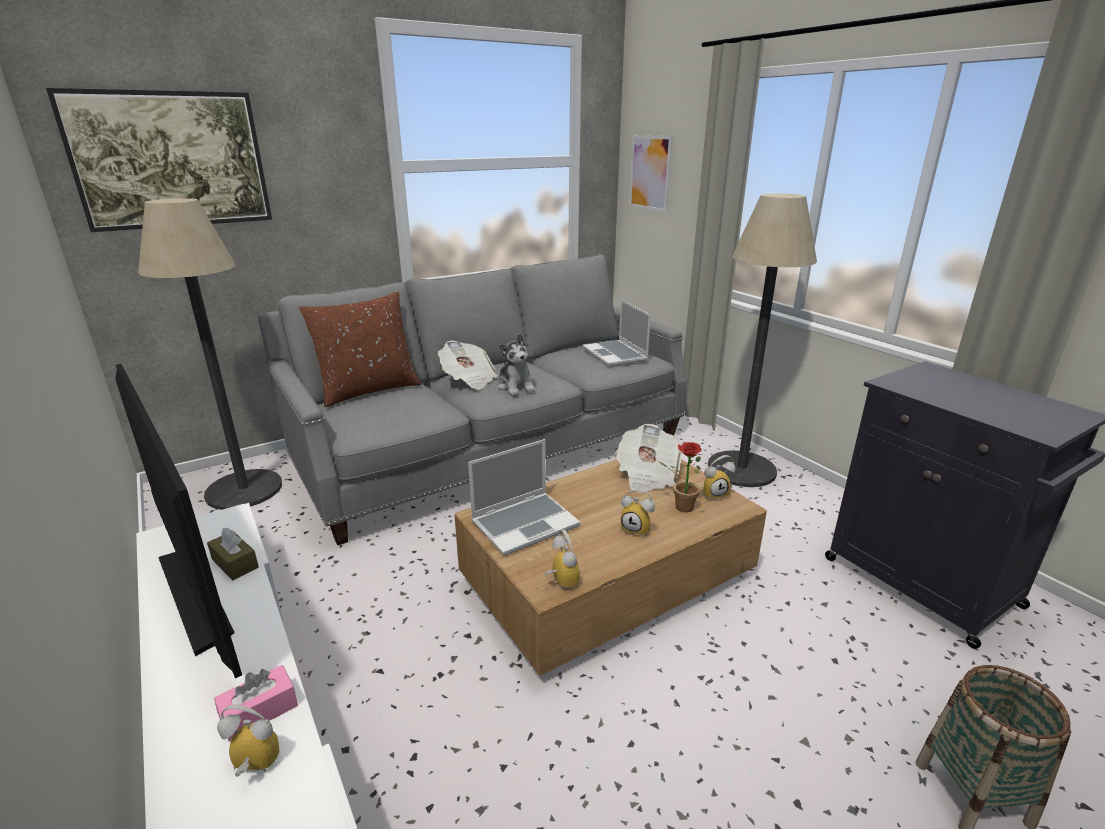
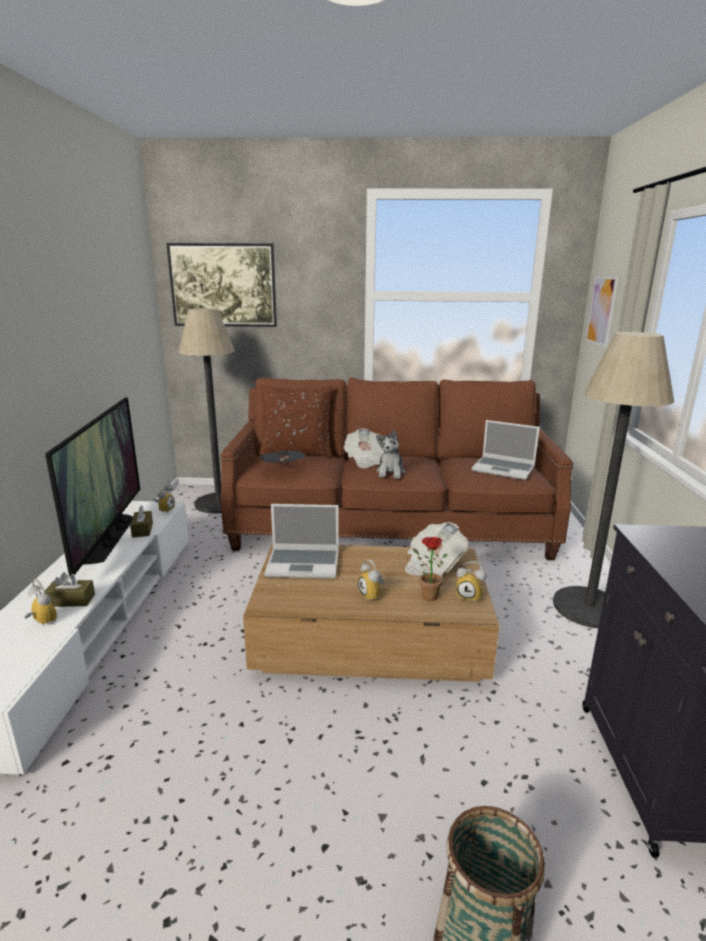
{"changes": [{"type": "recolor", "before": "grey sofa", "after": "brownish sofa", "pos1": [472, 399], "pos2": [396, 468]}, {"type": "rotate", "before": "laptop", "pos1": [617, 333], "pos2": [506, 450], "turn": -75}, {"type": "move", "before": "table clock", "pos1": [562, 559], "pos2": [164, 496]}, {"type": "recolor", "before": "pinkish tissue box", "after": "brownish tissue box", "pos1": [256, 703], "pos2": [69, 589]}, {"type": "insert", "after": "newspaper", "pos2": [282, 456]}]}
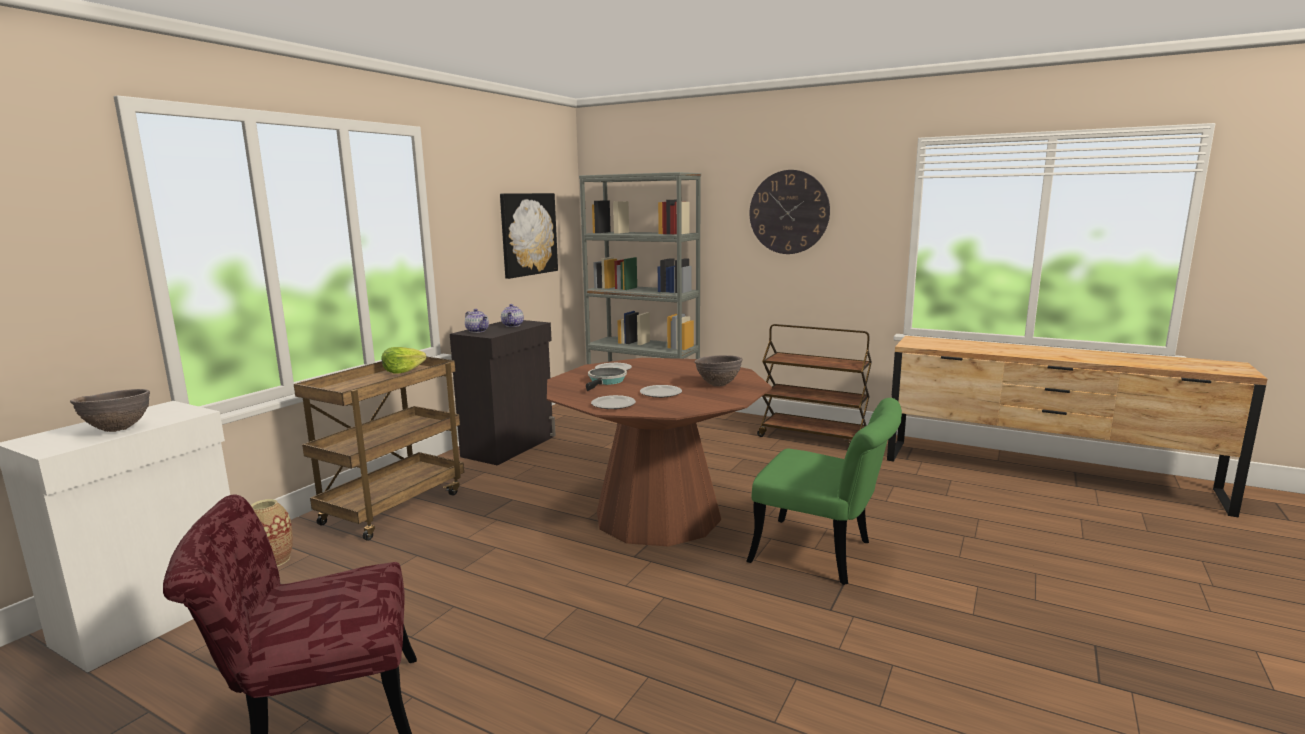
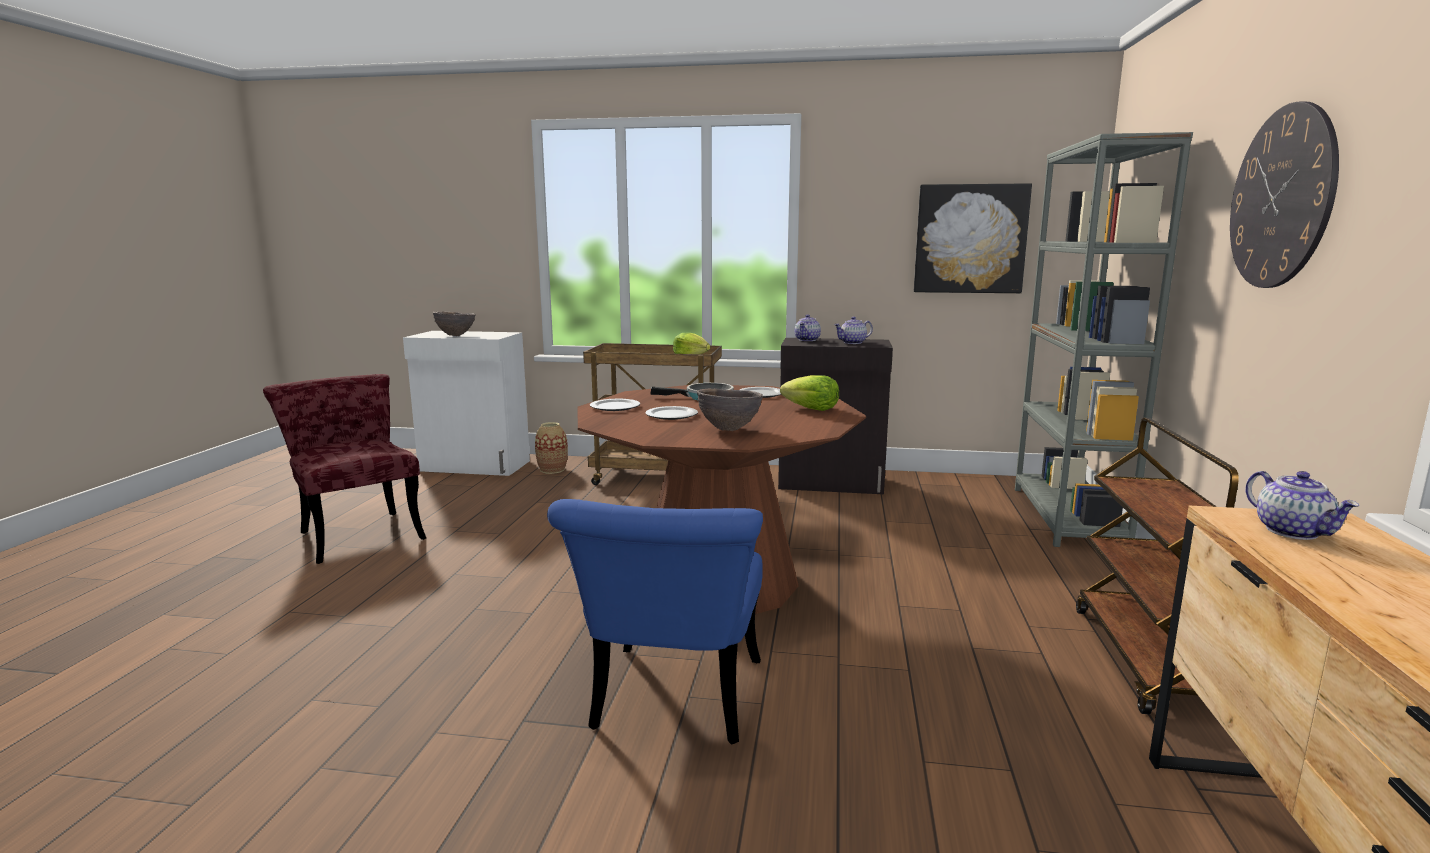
{"changes": [{"type": "recolor", "before": "greenish chair", "after": "bluish chair", "pos1": [824, 491], "pos2": [655, 622]}, {"type": "insert", "after": "lettuce head", "pos2": [809, 393]}, {"type": "insert", "after": "tea pot", "pos2": [1302, 505]}]}
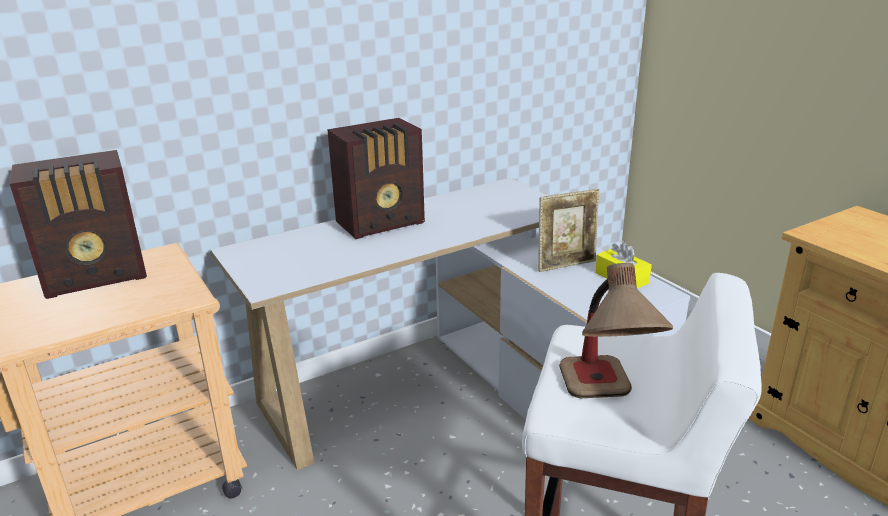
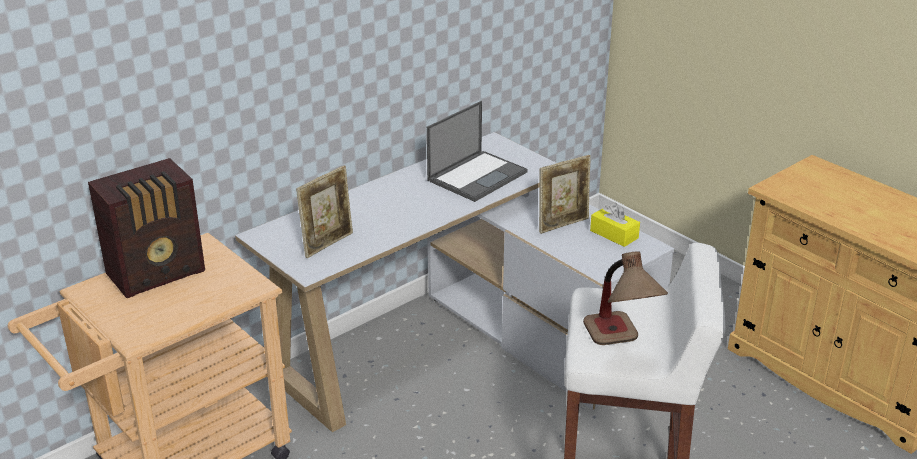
{"changes": [{"type": "delete", "before": "radio receiver", "pos1": [376, 178]}, {"type": "insert", "after": "laptop", "pos2": [477, 151]}, {"type": "insert", "after": "picture frame", "pos2": [324, 212]}]}
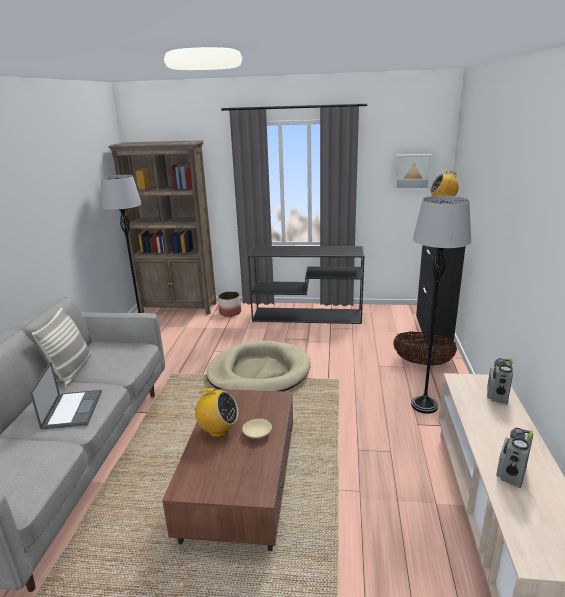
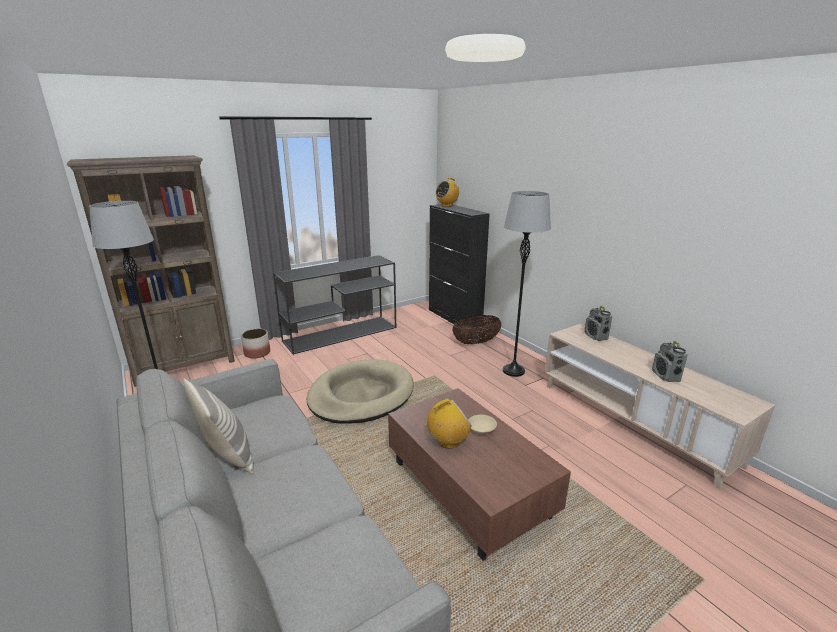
{"changes": [{"type": "delete", "before": "wall art", "pos1": [413, 172]}, {"type": "delete", "before": "laptop", "pos1": [66, 396]}]}
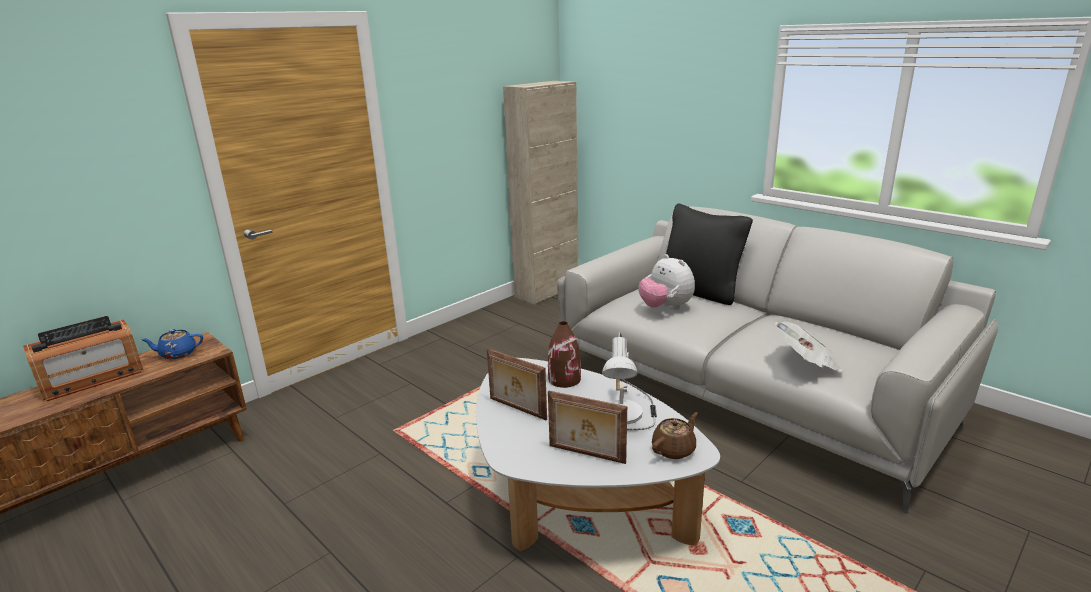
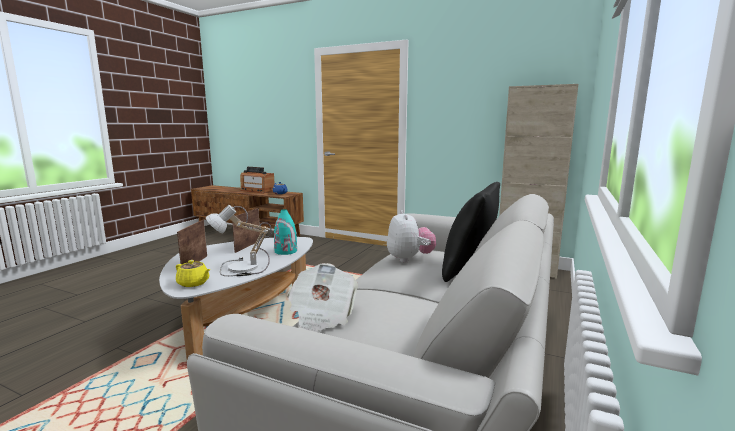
{"changes": [{"type": "rotate", "before": "soft toy", "pos1": [666, 282], "pos2": [411, 236], "turn": 135}, {"type": "recolor", "before": "brownish decorative vase", "after": "turquoise-coloured decorative vase", "pos1": [564, 355], "pos2": [285, 232]}, {"type": "recolor", "before": "brownish tea pot", "after": "yellowish tea pot", "pos1": [675, 435], "pos2": [193, 273]}]}
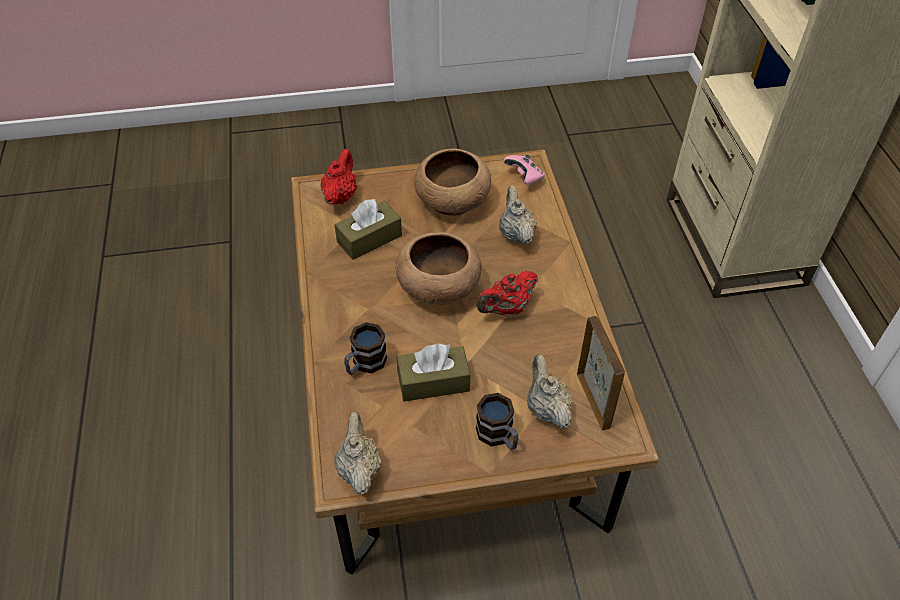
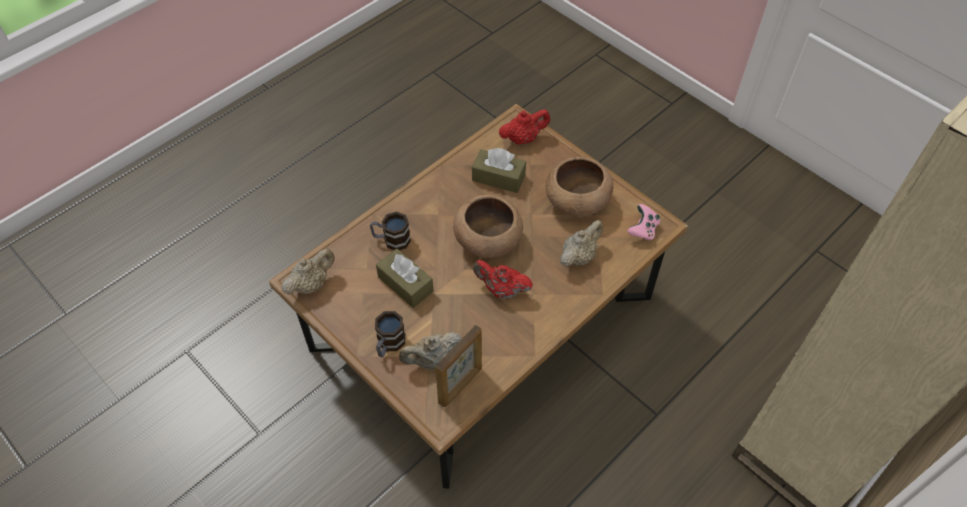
{"changes": [{"type": "rotate", "before": "beige tea pot", "pos1": [549, 391], "pos2": [430, 350], "turn": -150}]}
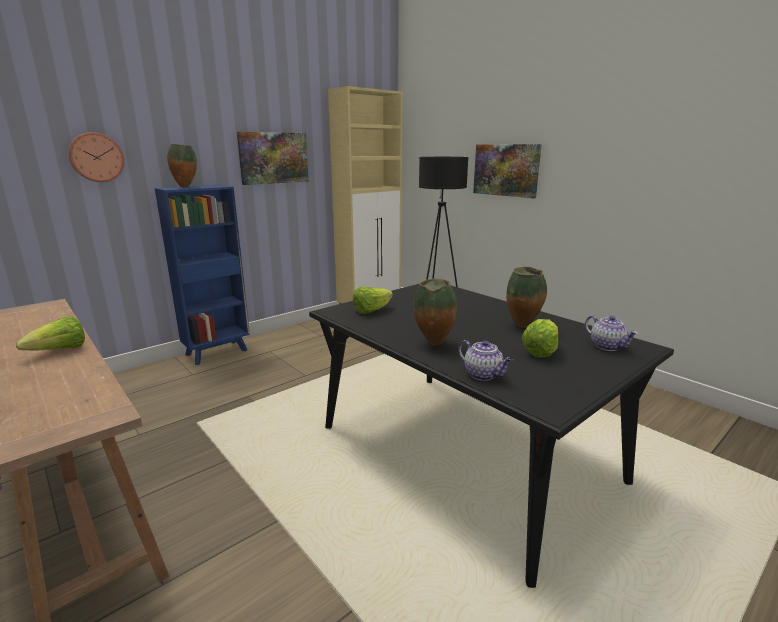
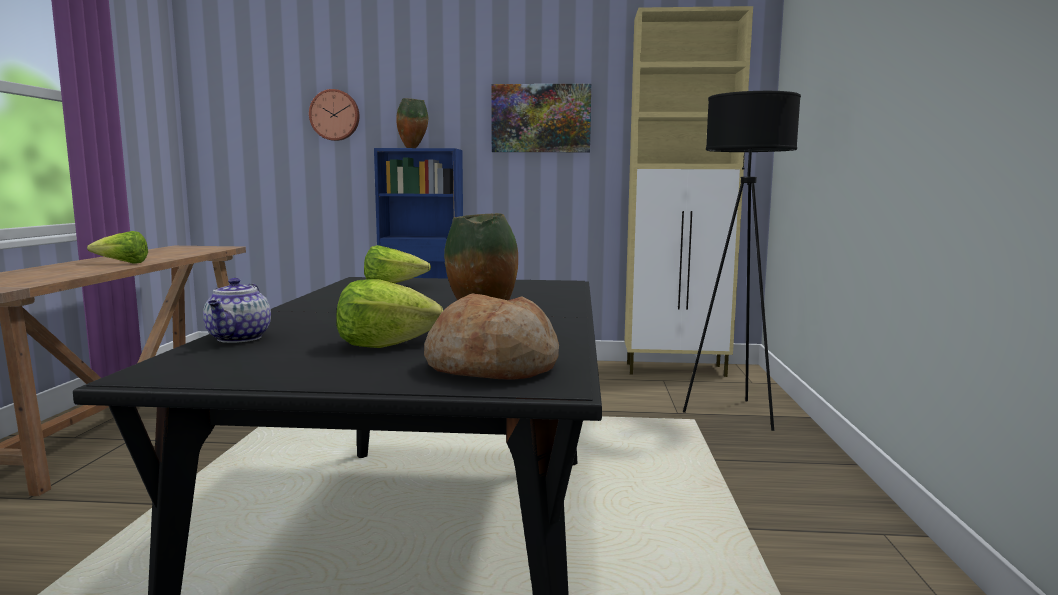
{"changes": [{"type": "delete", "before": "wall art", "pos1": [507, 171]}, {"type": "delete", "before": "decorative vase", "pos1": [435, 312]}, {"type": "replace", "before": "tea pot", "after": "bread", "pos1": [611, 333], "pos2": [491, 336]}]}
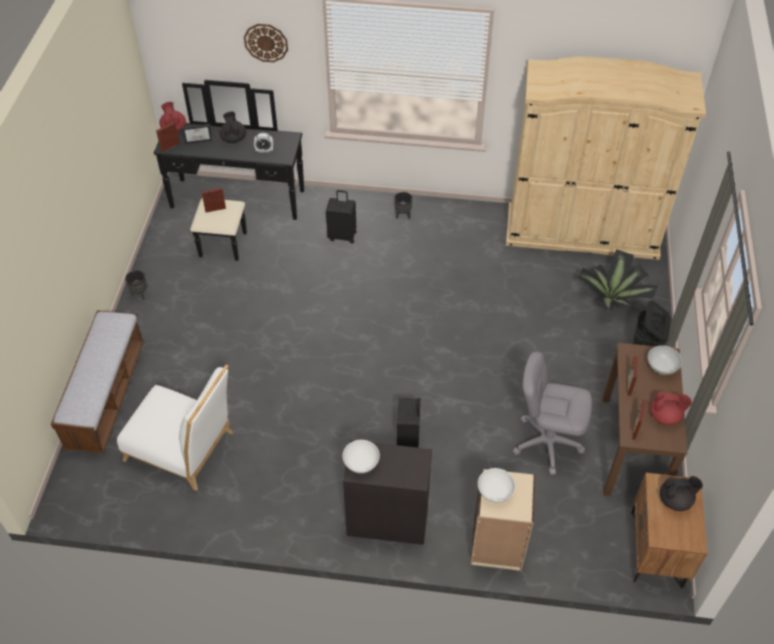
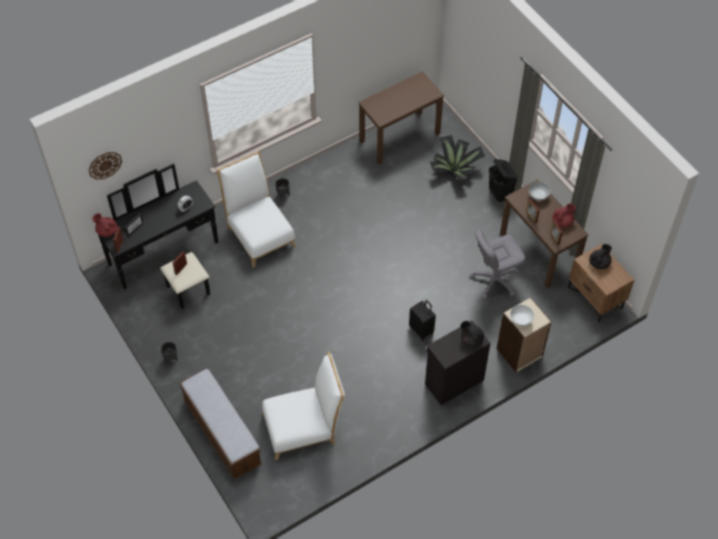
{"changes": [{"type": "move", "before": "hanging clock", "pos1": [266, 43], "pos2": [105, 166]}, {"type": "replace", "before": "beige clothes cupboard", "after": "brownish desk unit", "pos1": [606, 158], "pos2": [401, 118]}, {"type": "move", "before": "black tea pot", "pos1": [232, 127], "pos2": [472, 334]}, {"type": "replace", "before": "black suitcase", "after": "white-coloured chair", "pos1": [341, 217], "pos2": [256, 209]}, {"type": "delete", "before": "white-coloured serving bowl", "pos1": [361, 456]}]}
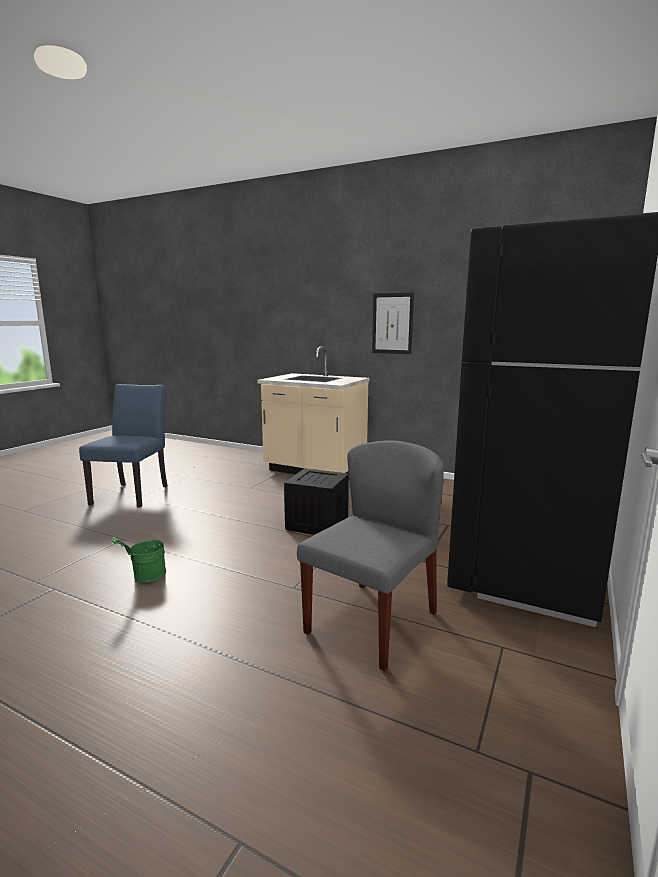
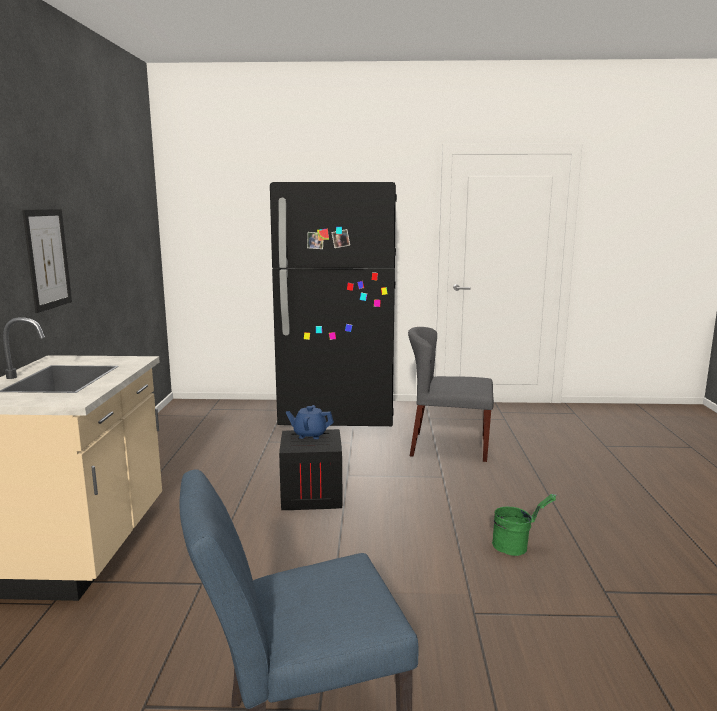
{"changes": [{"type": "insert", "after": "bluish tea pot", "pos2": [310, 422]}]}
